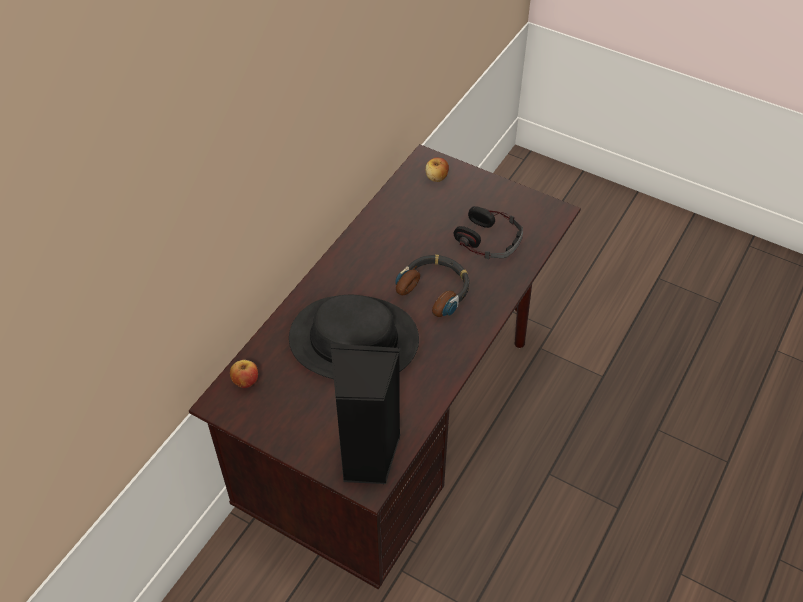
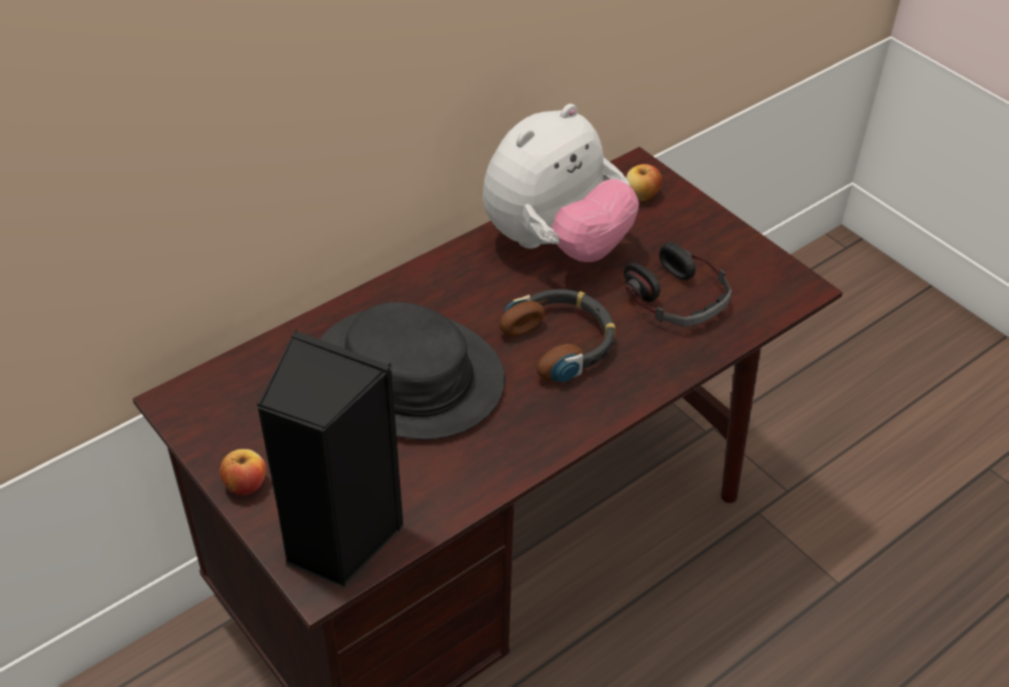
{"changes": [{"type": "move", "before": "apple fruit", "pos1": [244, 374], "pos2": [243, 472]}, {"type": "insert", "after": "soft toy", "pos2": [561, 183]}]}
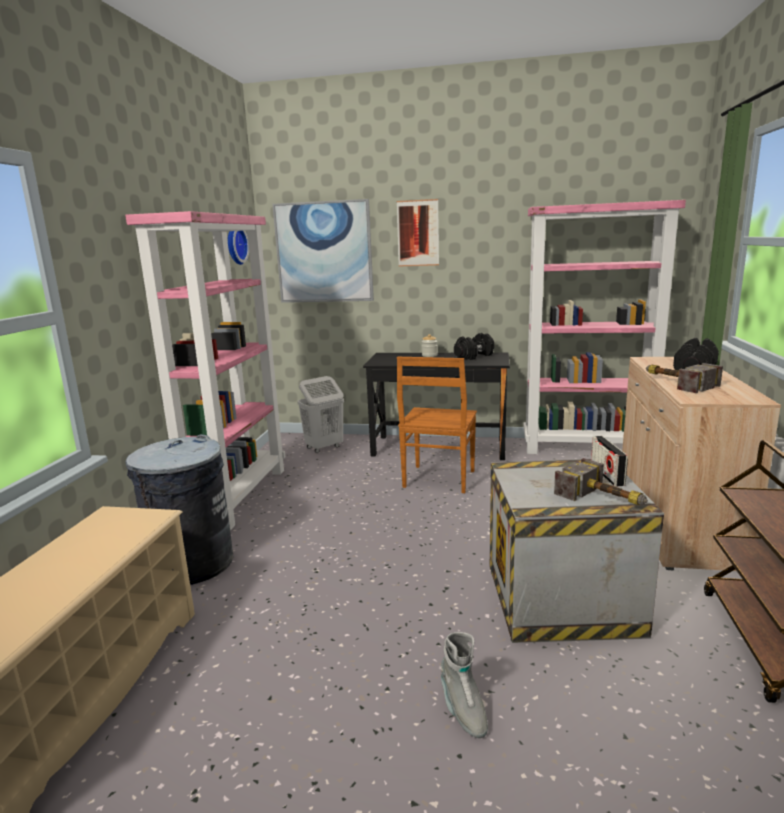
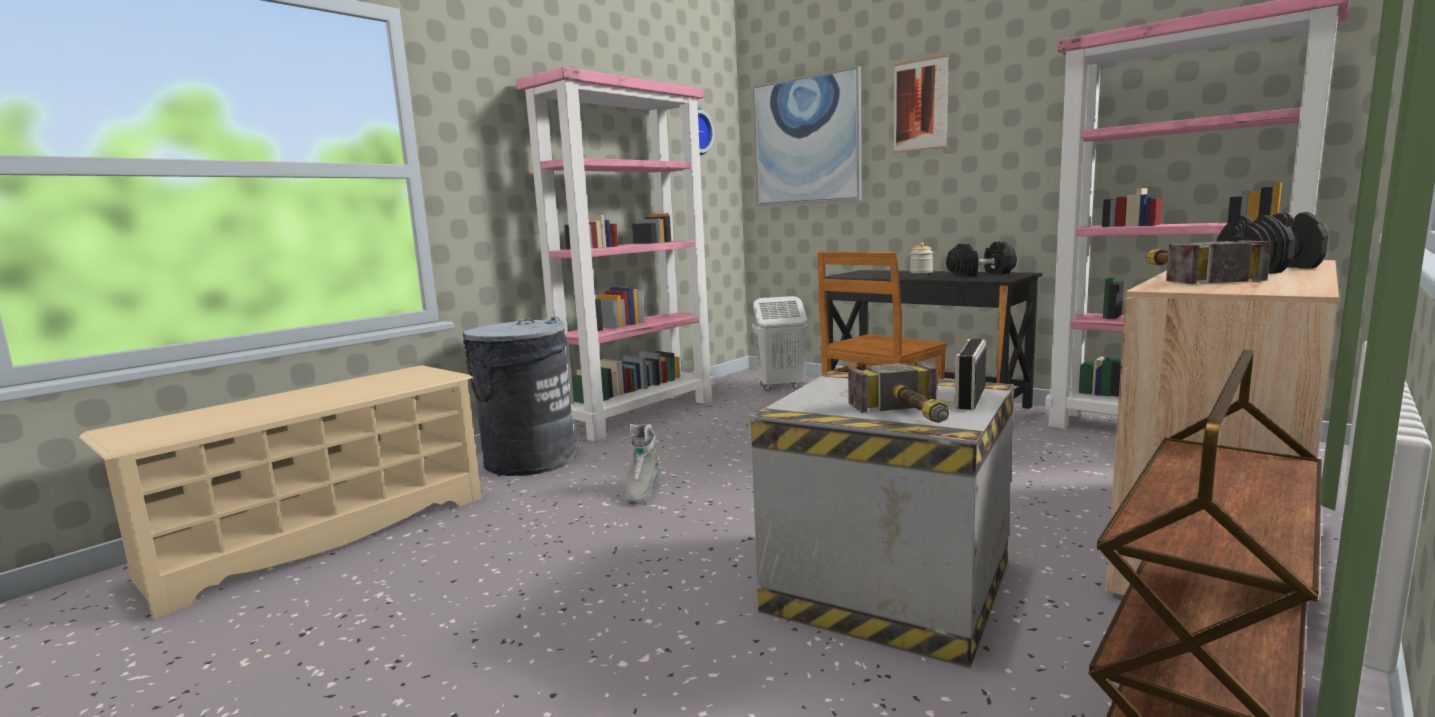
{"changes": [{"type": "move", "before": "grey boot", "pos1": [464, 685], "pos2": [642, 464]}]}
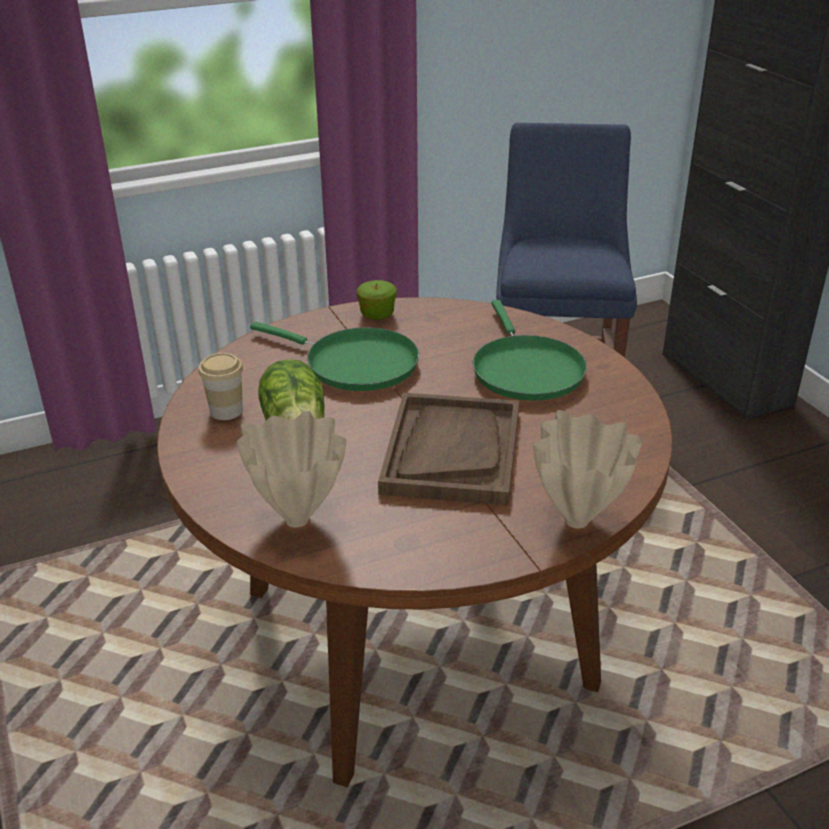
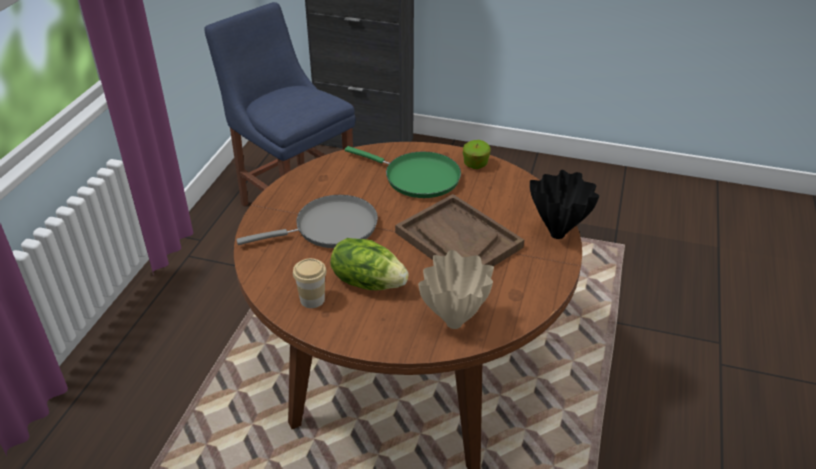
{"changes": [{"type": "move", "before": "apple fruit", "pos1": [377, 300], "pos2": [477, 154]}, {"type": "recolor", "before": "greenish pan", "after": "grey pan", "pos1": [334, 356], "pos2": [307, 221]}, {"type": "recolor", "before": "beige decorative vase", "after": "black decorative vase", "pos1": [588, 469], "pos2": [564, 204]}]}
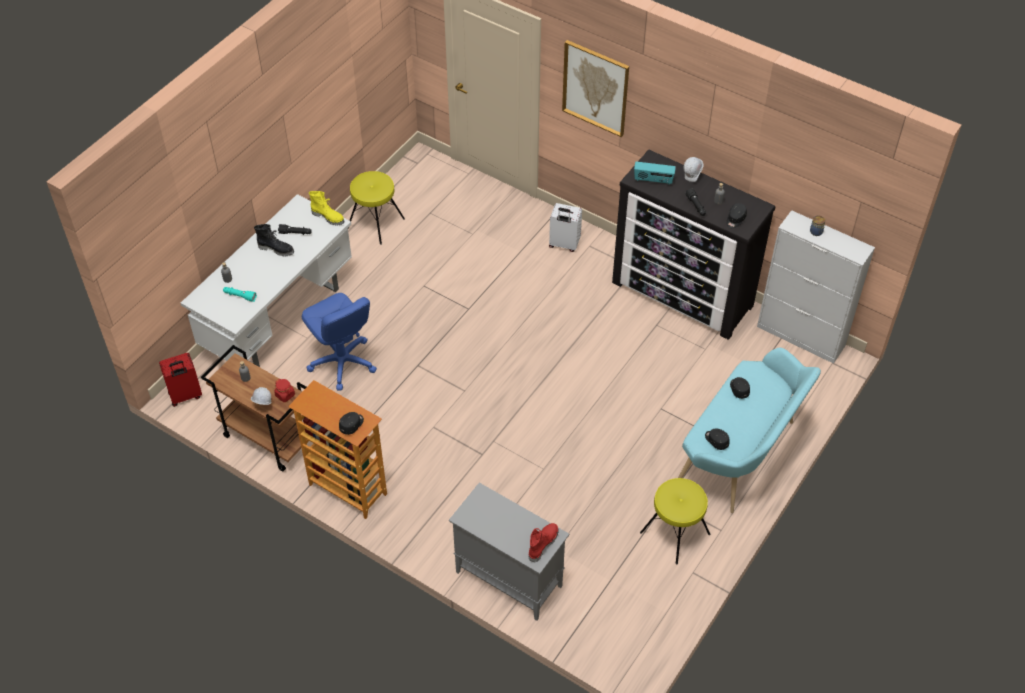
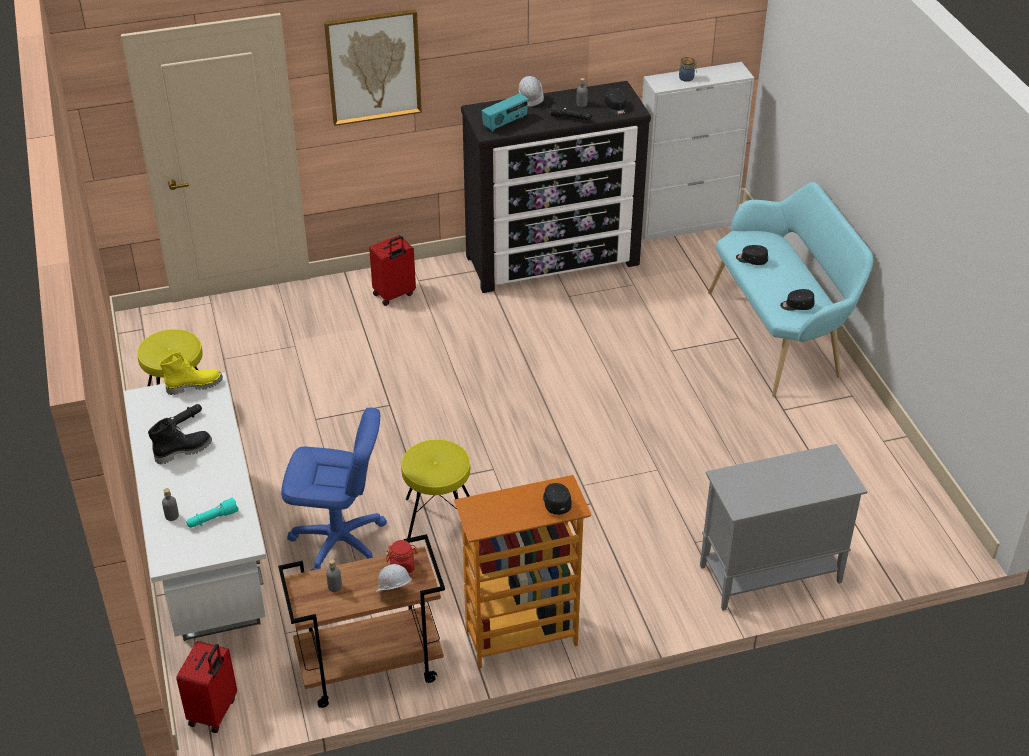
{"changes": [{"type": "recolor", "before": "white-coloured suitcase", "after": "red suitcase", "pos1": [565, 227], "pos2": [392, 270]}, {"type": "move", "before": "yellowish sitting stool", "pos1": [675, 521], "pos2": [435, 488]}, {"type": "delete", "before": "red boot", "pos1": [544, 542]}]}
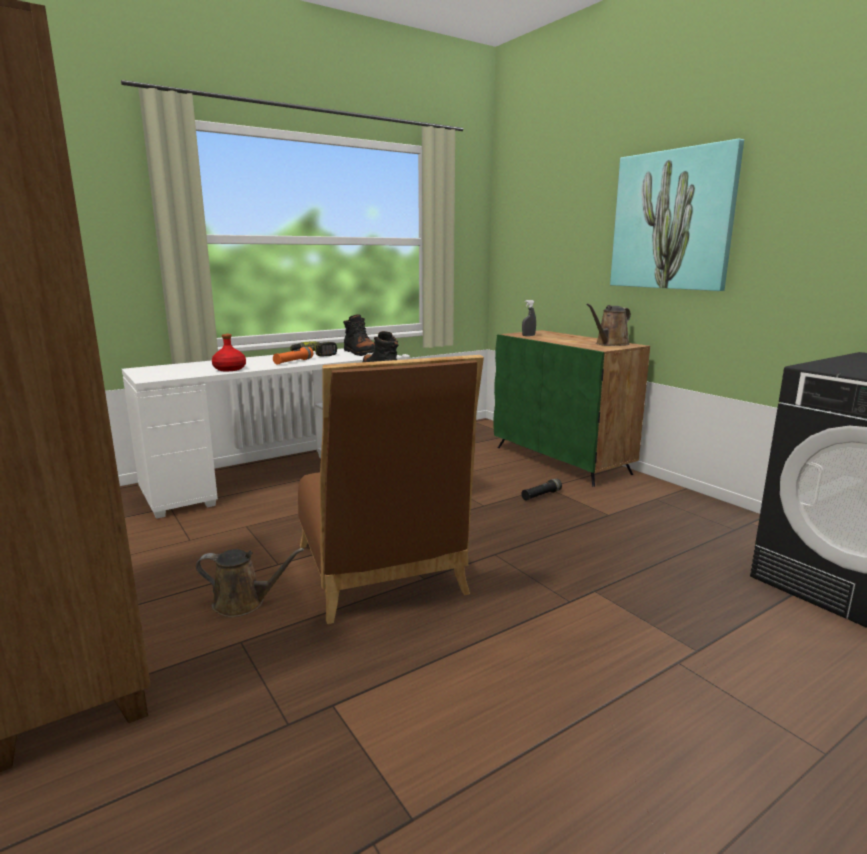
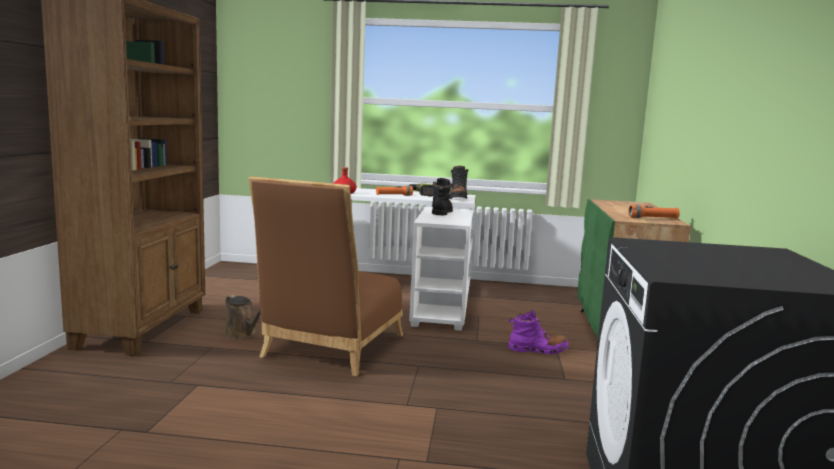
{"changes": [{"type": "delete", "before": "wall art", "pos1": [677, 215]}, {"type": "delete", "before": "grey hand sprayer", "pos1": [529, 318]}, {"type": "replace", "before": "brownish watering can", "after": "orangey hand torch", "pos1": [609, 325], "pos2": [654, 212]}, {"type": "replace", "before": "black hand torch", "after": "purplish boot", "pos1": [541, 490], "pos2": [538, 332]}]}
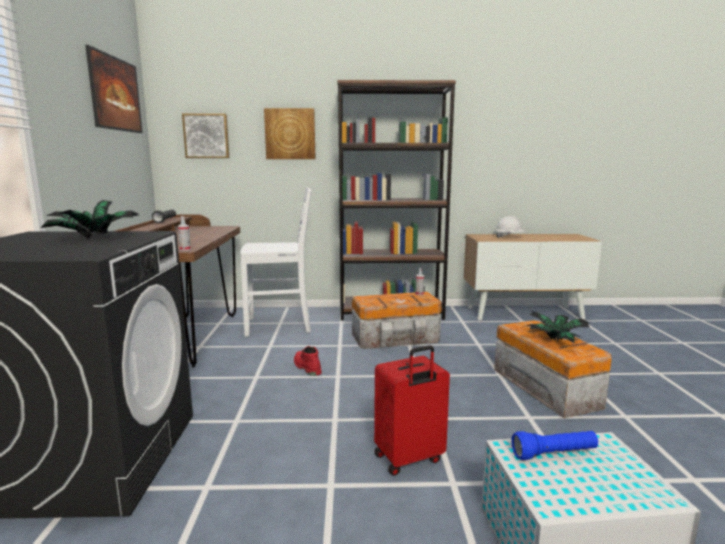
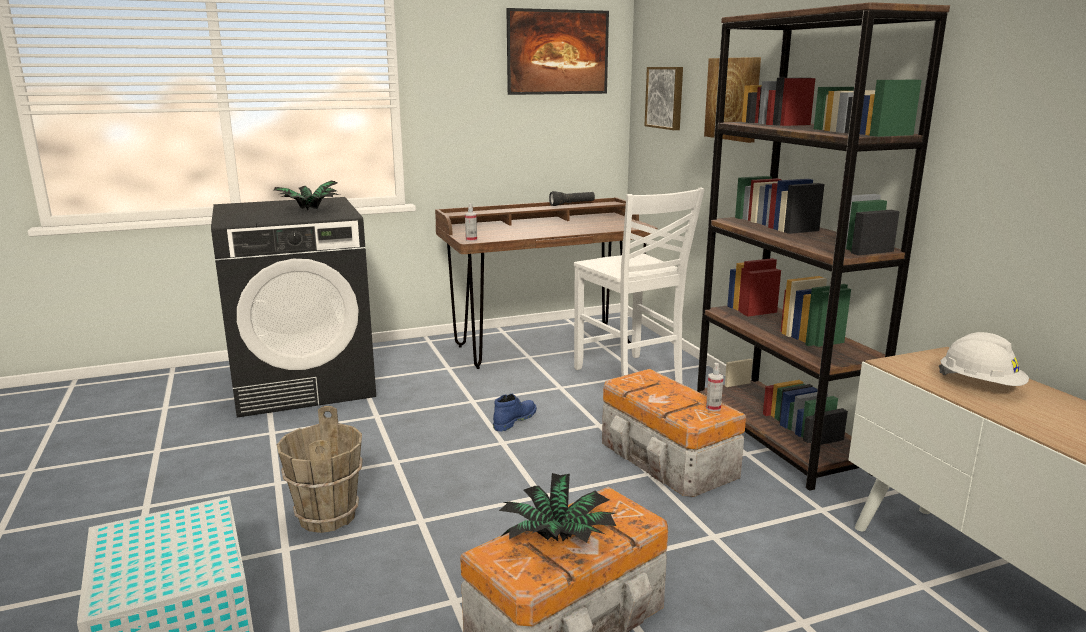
{"changes": [{"type": "replace", "before": "red suitcase", "after": "brownish pail", "pos1": [412, 410], "pos2": [320, 469]}, {"type": "recolor", "before": "red boot", "after": "bluish boot", "pos1": [308, 361], "pos2": [515, 412]}, {"type": "delete", "before": "bluish hand torch", "pos1": [554, 445]}]}
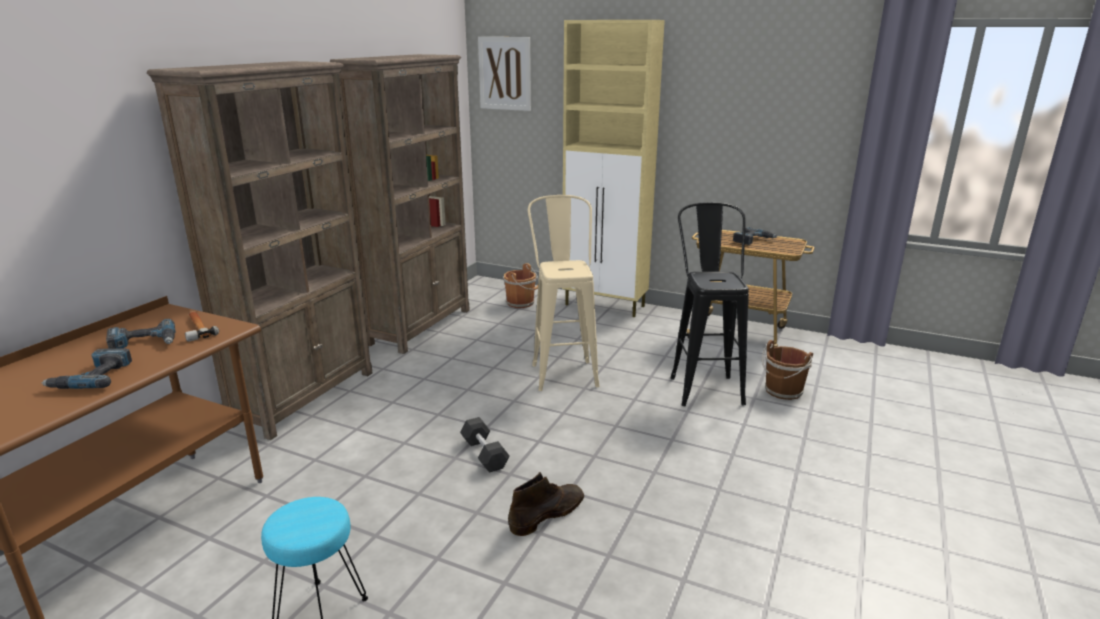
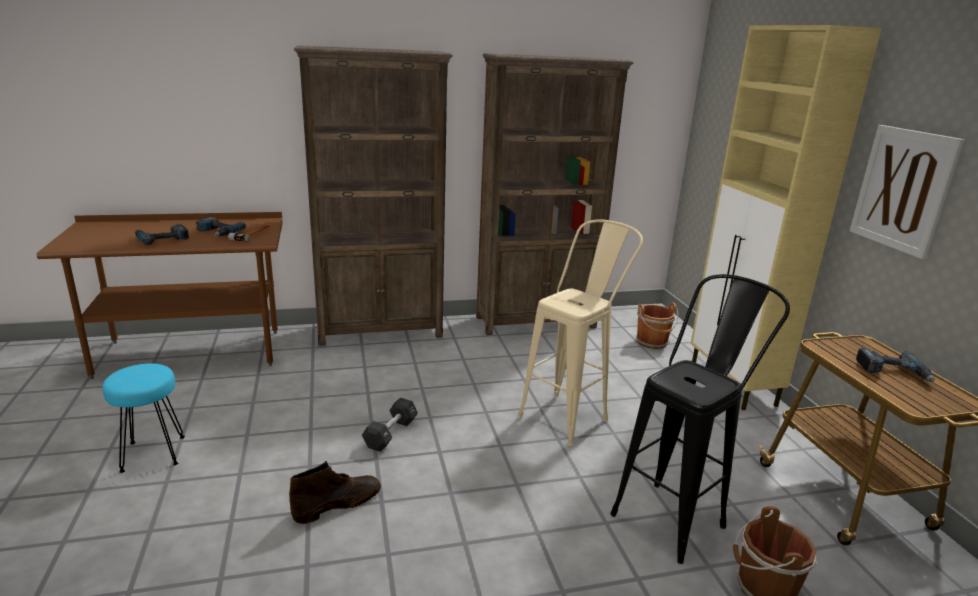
{"changes": [{"type": "move", "before": "wall art", "pos1": [504, 74], "pos2": [907, 192]}, {"type": "rotate", "before": "brownish boot", "pos1": [546, 504], "pos2": [335, 492], "turn": -45}]}
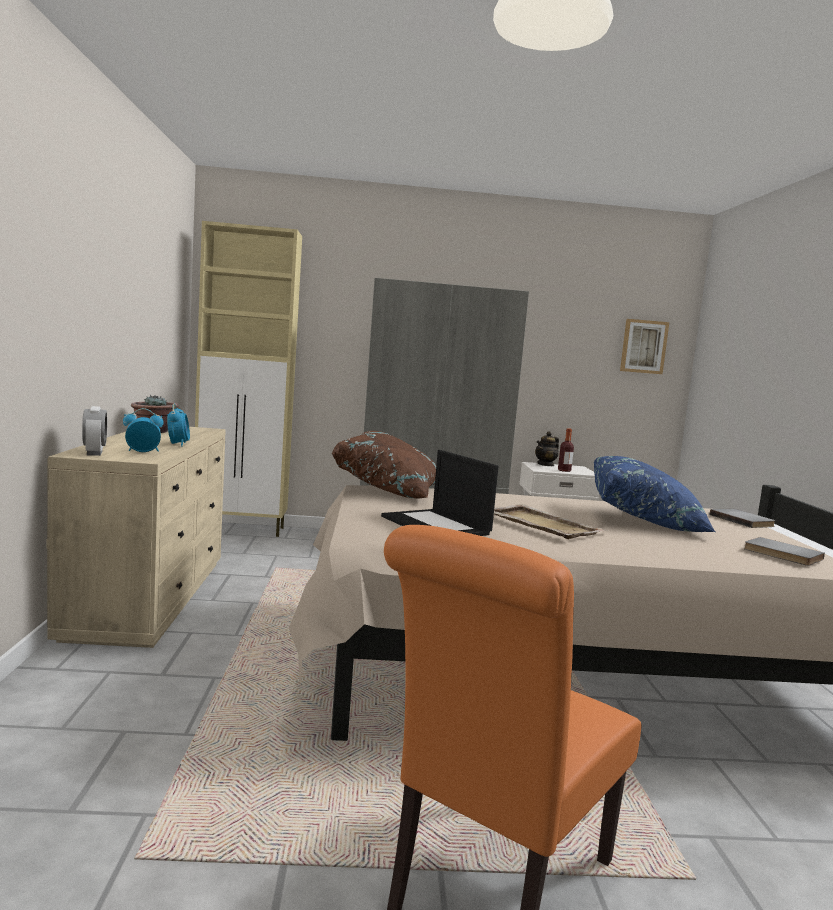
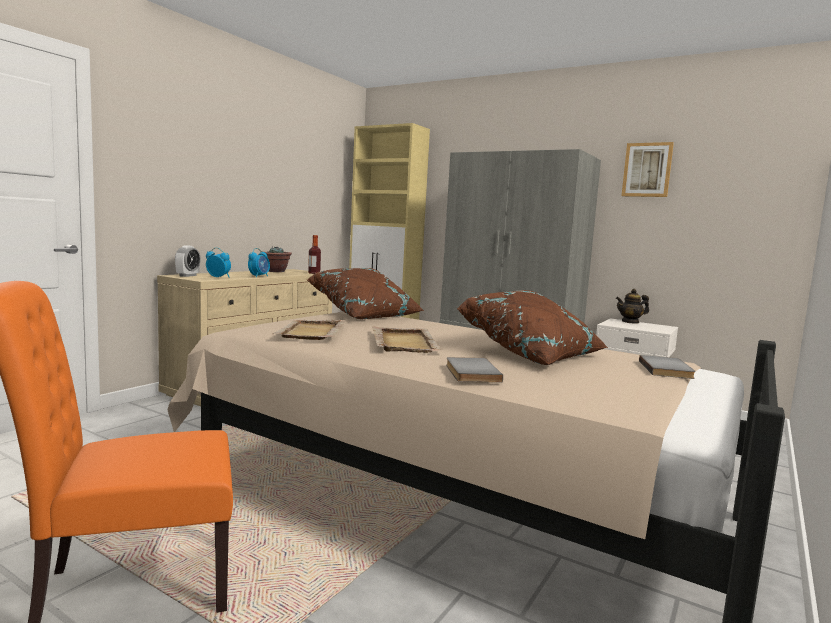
{"changes": [{"type": "move", "before": "wall art", "pos1": [644, 346], "pos2": [648, 169]}, {"type": "move", "before": "drink bottle", "pos1": [566, 450], "pos2": [314, 254]}, {"type": "replace", "before": "laptop", "after": "beige carrying tray", "pos1": [440, 493], "pos2": [309, 330]}, {"type": "recolor", "before": "bluish throw pillow", "after": "brownish throw pillow", "pos1": [654, 494], "pos2": [532, 327]}, {"type": "move", "before": "grey book", "pos1": [784, 551], "pos2": [474, 370]}]}
